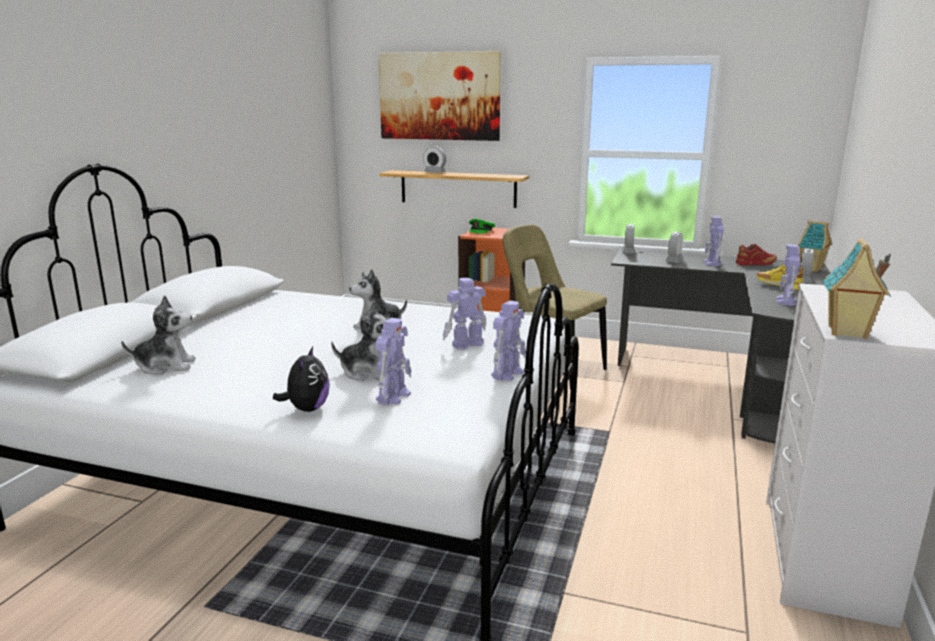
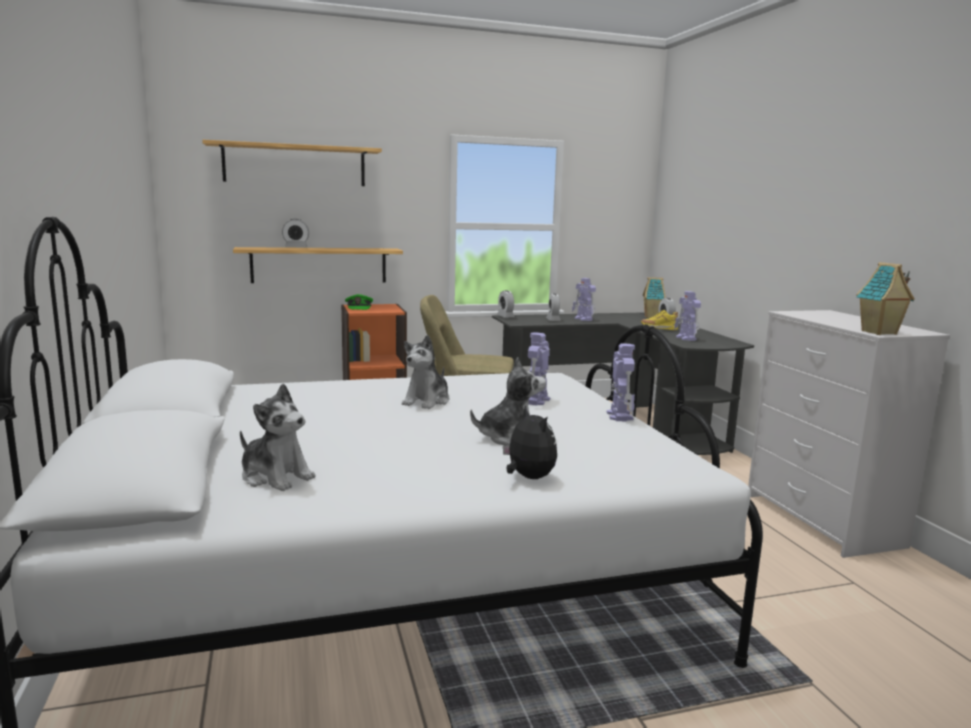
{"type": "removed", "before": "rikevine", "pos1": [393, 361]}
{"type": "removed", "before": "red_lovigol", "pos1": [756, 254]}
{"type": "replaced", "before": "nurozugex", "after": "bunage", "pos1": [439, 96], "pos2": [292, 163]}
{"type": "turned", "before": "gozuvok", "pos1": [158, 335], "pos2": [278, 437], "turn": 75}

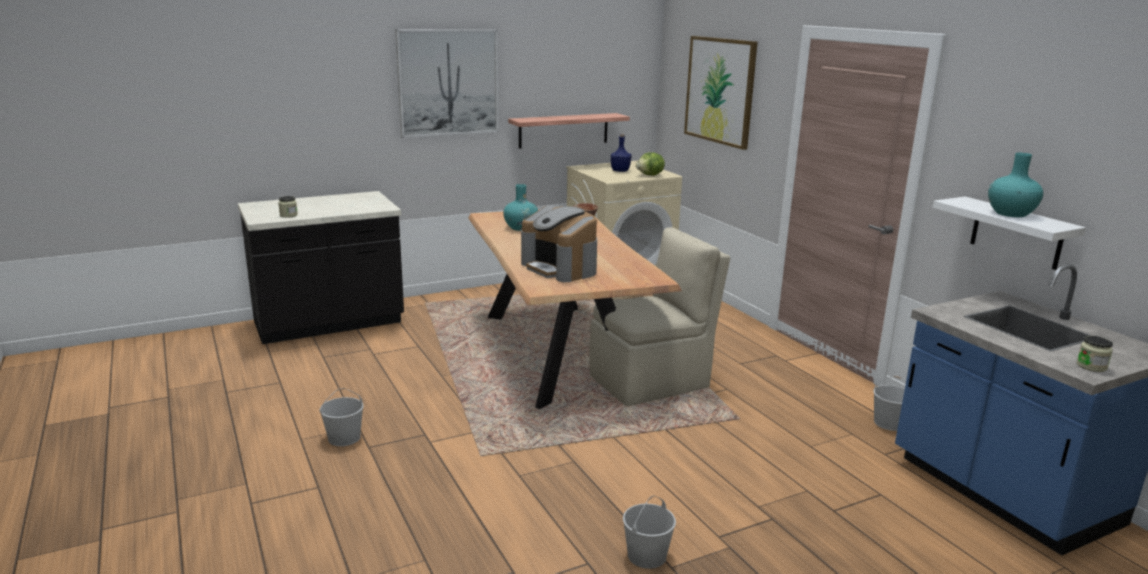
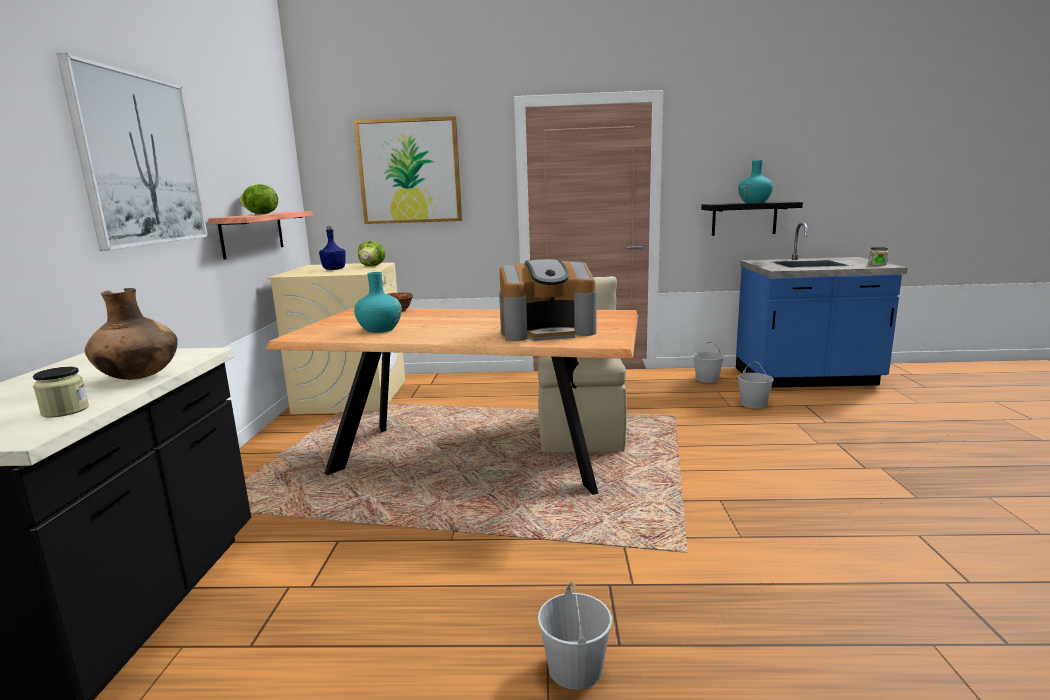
{"type": "added", "after": "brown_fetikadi", "pos2": [131, 334]}
{"type": "added", "after": "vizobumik", "pos2": [258, 199]}
{"type": "moved", "before": "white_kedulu", "pos1": [649, 532], "pos2": [756, 385]}
{"type": "recoloured", "before": "white_bunage", "after": "black_bunage", "pos1": [1009, 233], "pos2": [752, 218]}

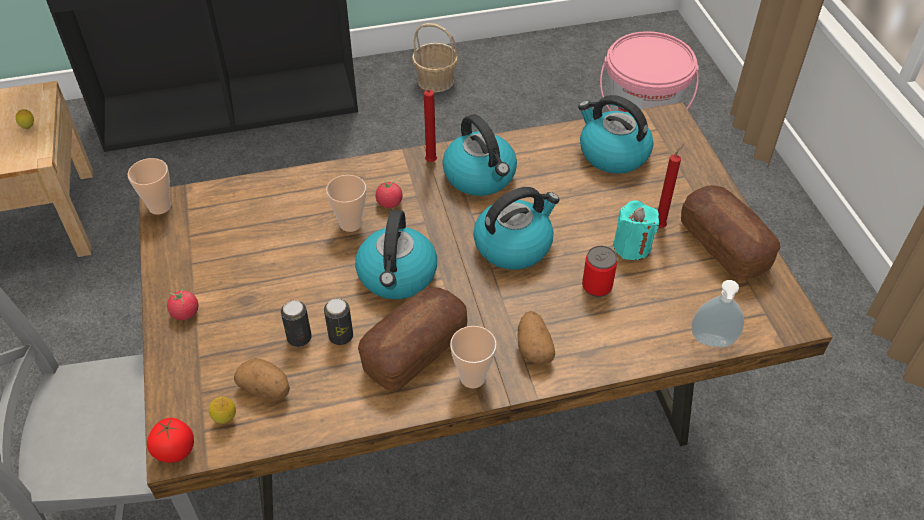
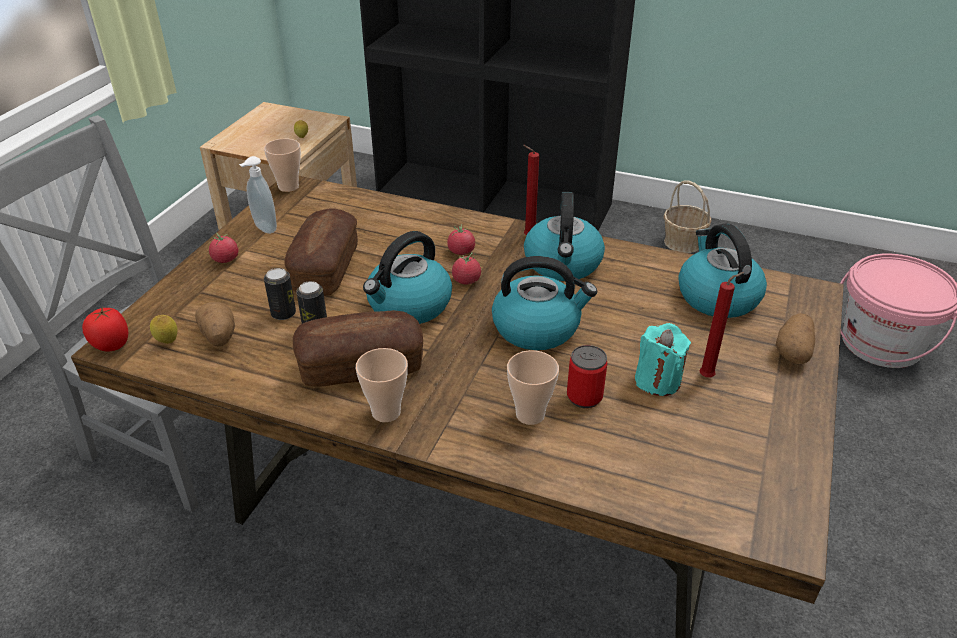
{"type": "added", "after": "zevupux", "pos2": [466, 269]}
{"type": "moved", "before": "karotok", "pos1": [346, 203], "pos2": [533, 387]}
{"type": "moved", "before": "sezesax", "pos1": [536, 338], "pos2": [795, 338]}
{"type": "moved", "before": "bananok", "pos1": [731, 232], "pos2": [321, 251]}
{"type": "moved", "before": "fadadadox", "pos1": [717, 313], "pos2": [258, 195]}

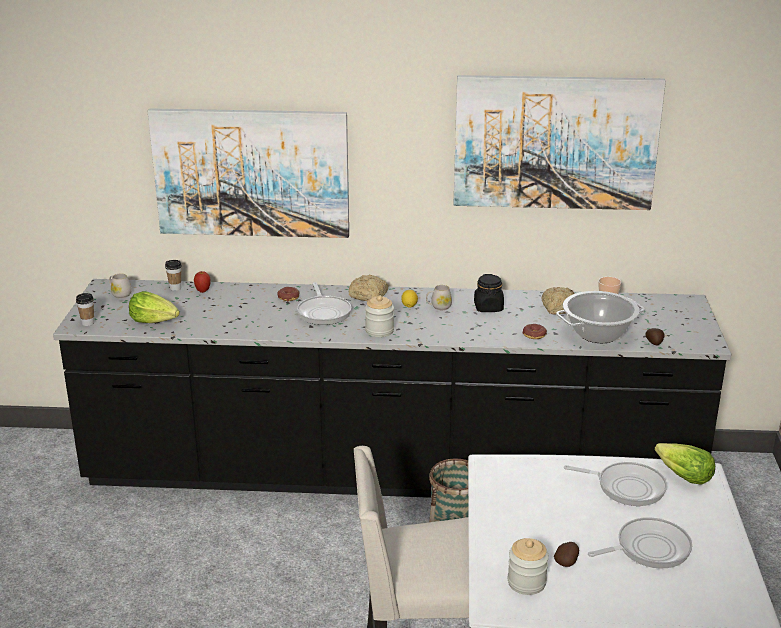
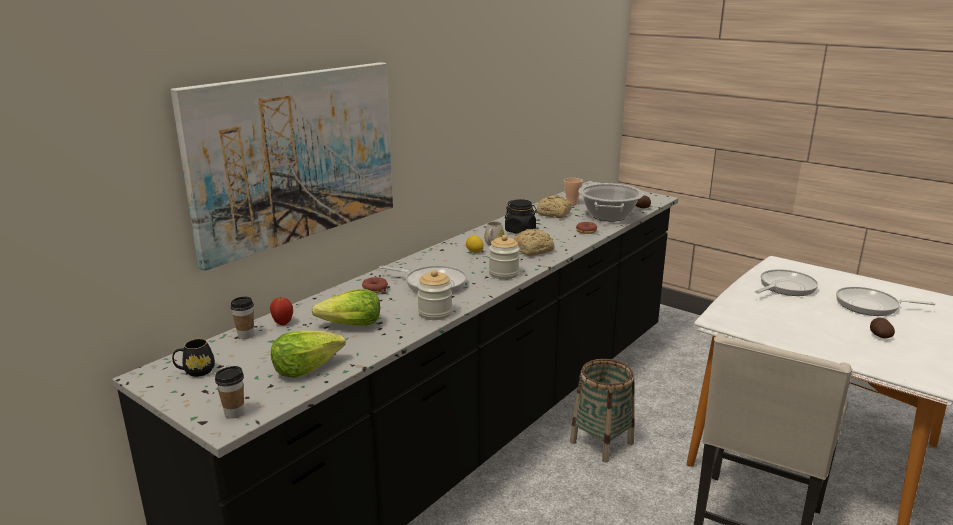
{"type": "removed", "before": "nurozugex", "pos1": [559, 142]}
{"type": "moved", "before": "bananok", "pos1": [368, 288], "pos2": [534, 242]}
{"type": "moved", "before": "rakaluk", "pos1": [528, 566], "pos2": [434, 295]}
{"type": "moved", "before": "vizobumik", "pos1": [685, 464], "pos2": [346, 307]}
{"type": "recoloured", "before": "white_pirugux", "after": "black_pirugux", "pos1": [120, 286], "pos2": [193, 358]}
{"type": "turned", "before": "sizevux", "pos1": [640, 543], "pos2": [885, 301], "turn": -90}

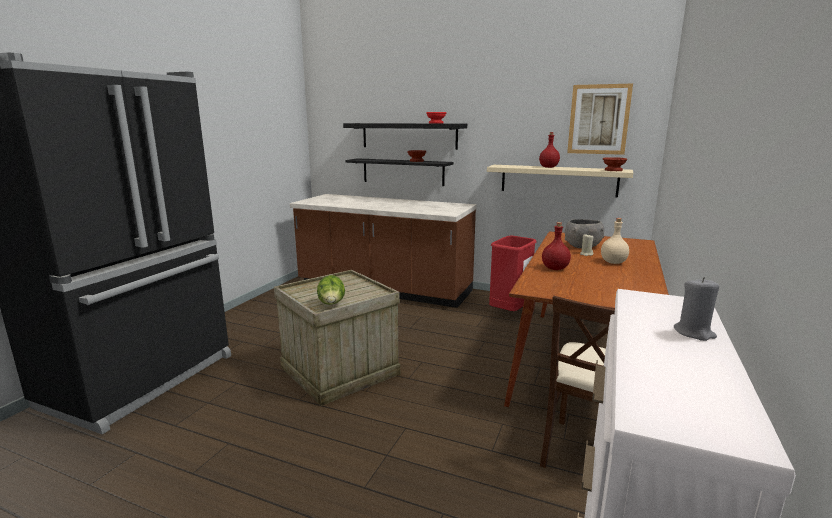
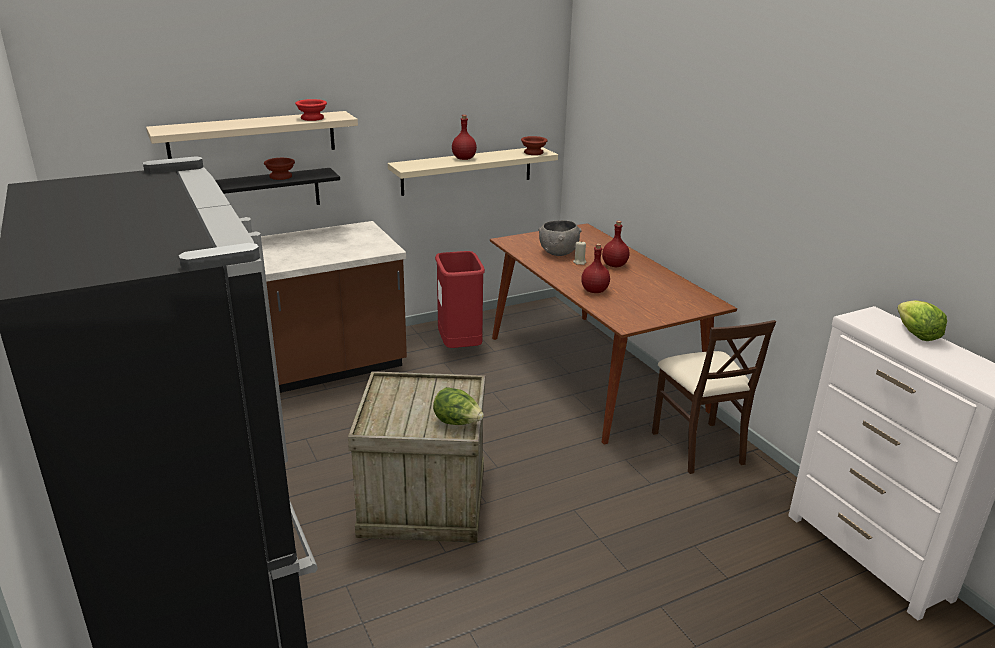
{"type": "removed", "before": "nurozugex", "pos1": [600, 119]}
{"type": "replaced", "before": "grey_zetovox", "after": "vizobumik", "pos1": [696, 309], "pos2": [922, 320]}
{"type": "recoloured", "before": "black_bunage", "after": "beige_bunage", "pos1": [405, 136], "pos2": [252, 135]}
{"type": "recoloured", "before": "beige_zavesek", "after": "red_zavesek", "pos1": [615, 241], "pos2": [616, 244]}

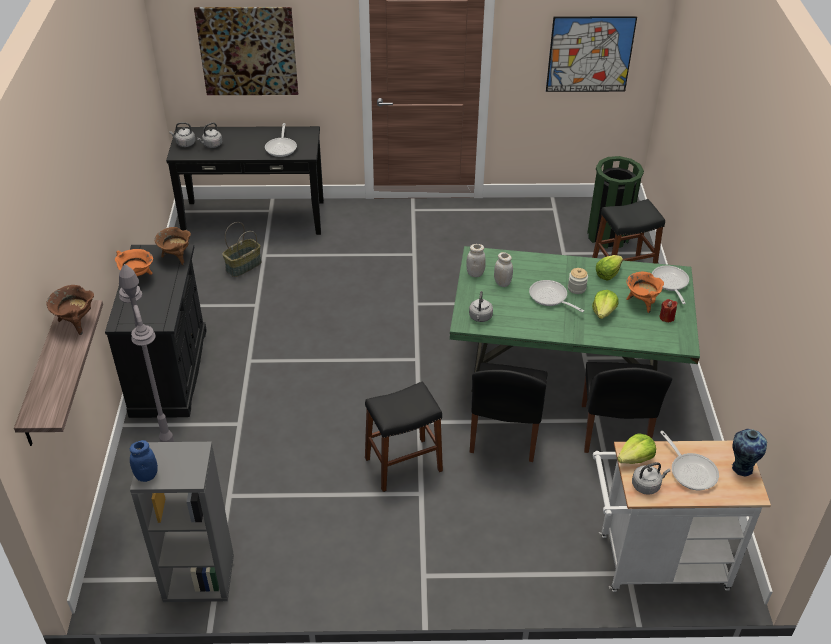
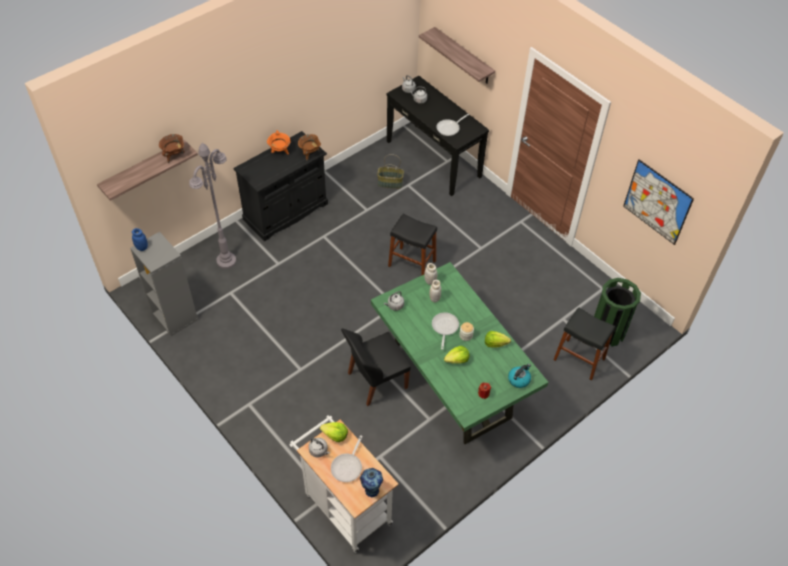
{"type": "removed", "before": "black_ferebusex", "pos1": [627, 407]}
{"type": "removed", "before": "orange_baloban", "pos1": [645, 292]}
{"type": "moved", "before": "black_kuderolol", "pos1": [404, 436], "pos2": [412, 244]}
{"type": "replaced", "before": "nurozugex", "after": "bunage", "pos1": [246, 51], "pos2": [457, 55]}
{"type": "replaced", "before": "sizevux", "after": "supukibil", "pos1": [670, 285], "pos2": [519, 376]}

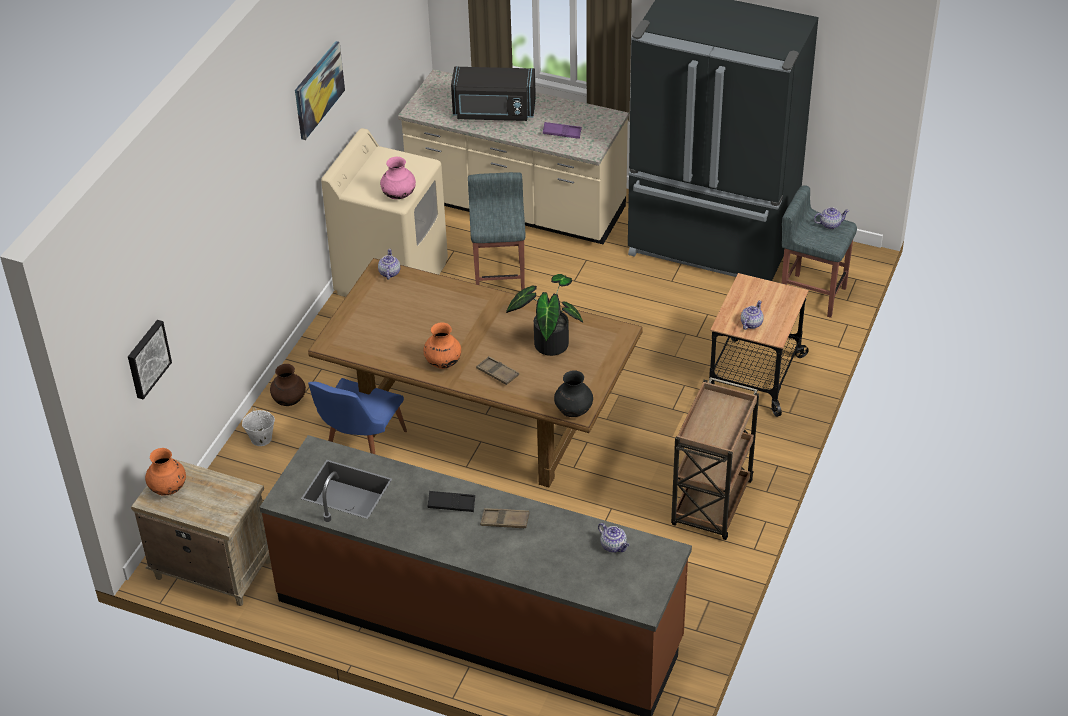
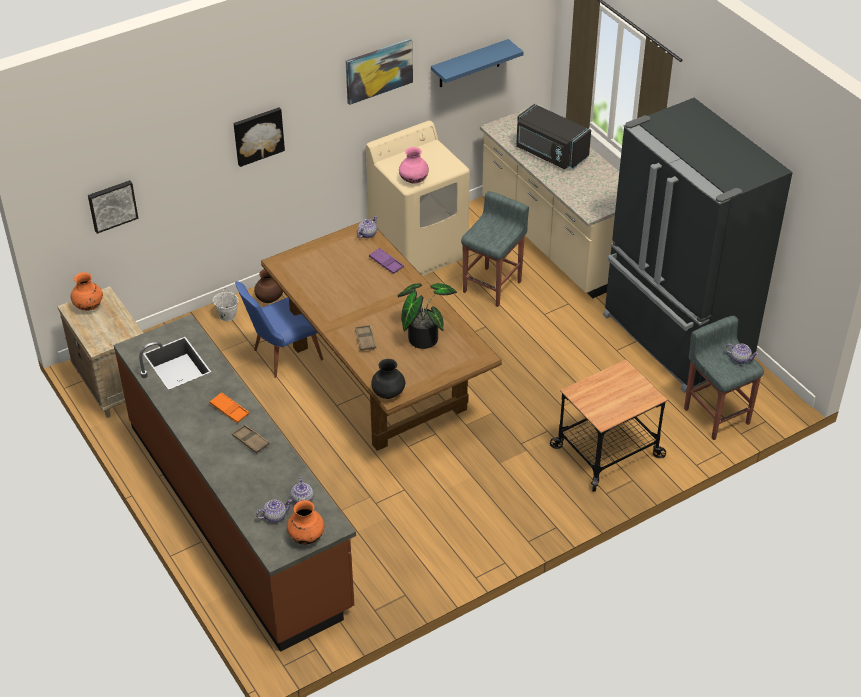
{"type": "removed", "before": "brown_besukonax", "pos1": [715, 458]}
{"type": "added", "after": "nurozugex", "pos2": [259, 137]}
{"type": "added", "after": "blue_bunage", "pos2": [477, 63]}
{"type": "moved", "before": "orange_fetikadi", "pos1": [442, 346], "pos2": [306, 522]}
{"type": "moved", "before": "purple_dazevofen", "pos1": [562, 130], "pos2": [386, 261]}
{"type": "moved", "before": "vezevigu", "pos1": [752, 315], "pos2": [274, 511]}
{"type": "recoloured", "before": "black_dazevofen", "after": "orange_dazevofen", "pos1": [451, 501], "pos2": [229, 407]}

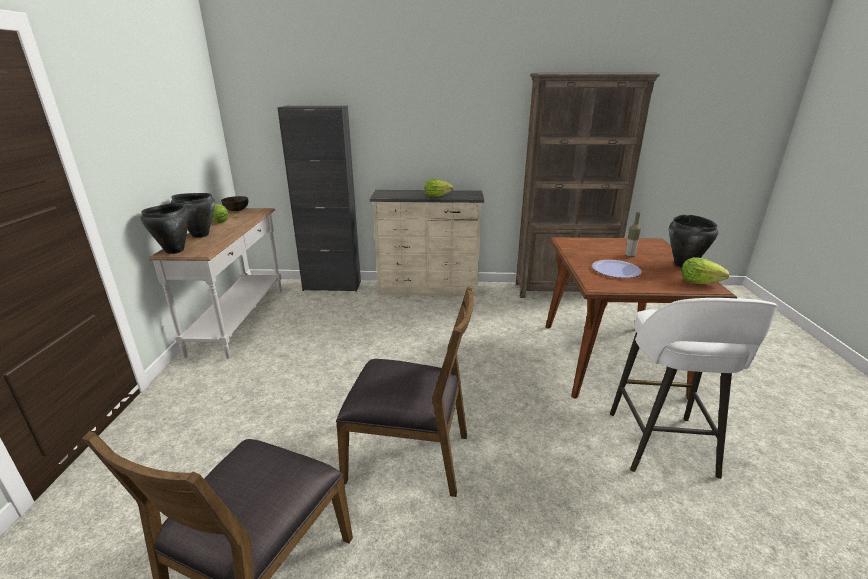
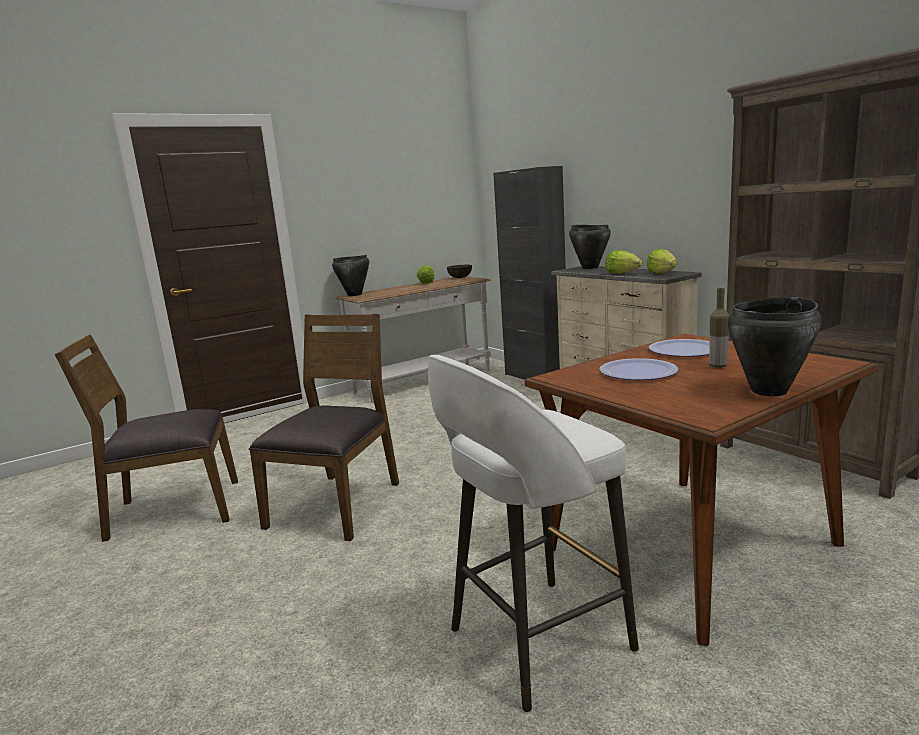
{"type": "added", "after": "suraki", "pos2": [679, 348]}
{"type": "moved", "before": "black_baloban", "pos1": [193, 215], "pos2": [590, 247]}
{"type": "moved", "before": "vizobumik", "pos1": [705, 270], "pos2": [662, 261]}
{"type": "turned", "before": "brown_ferebusex", "pos1": [405, 392], "pos2": [324, 427], "turn": -135}

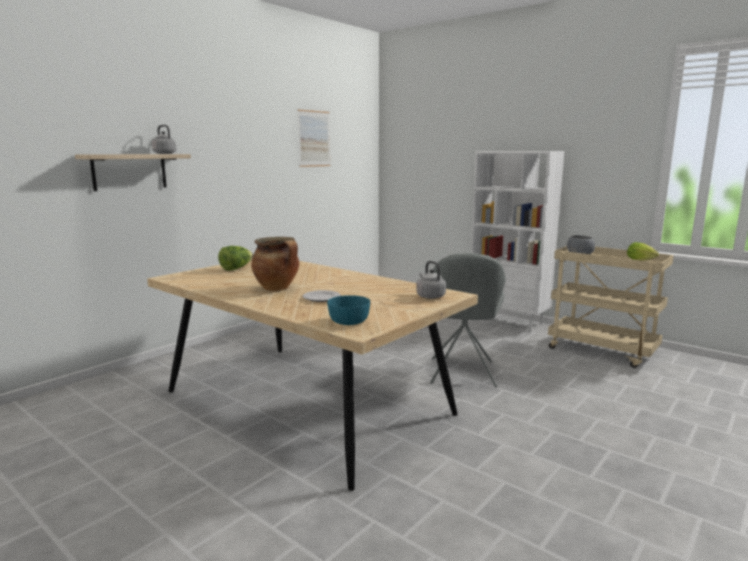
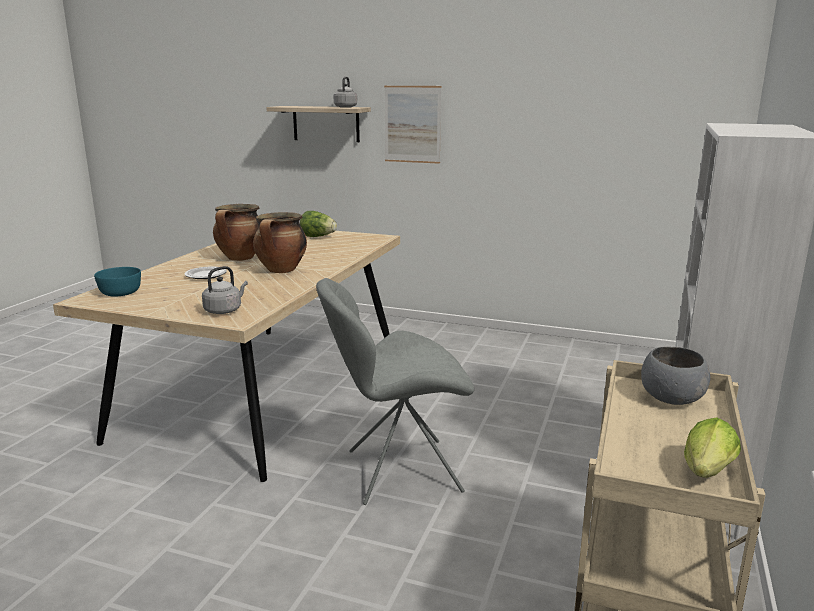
{"type": "added", "after": "baloban", "pos2": [280, 242]}
{"type": "moved", "before": "nurozugex", "pos1": [314, 138], "pos2": [412, 125]}

